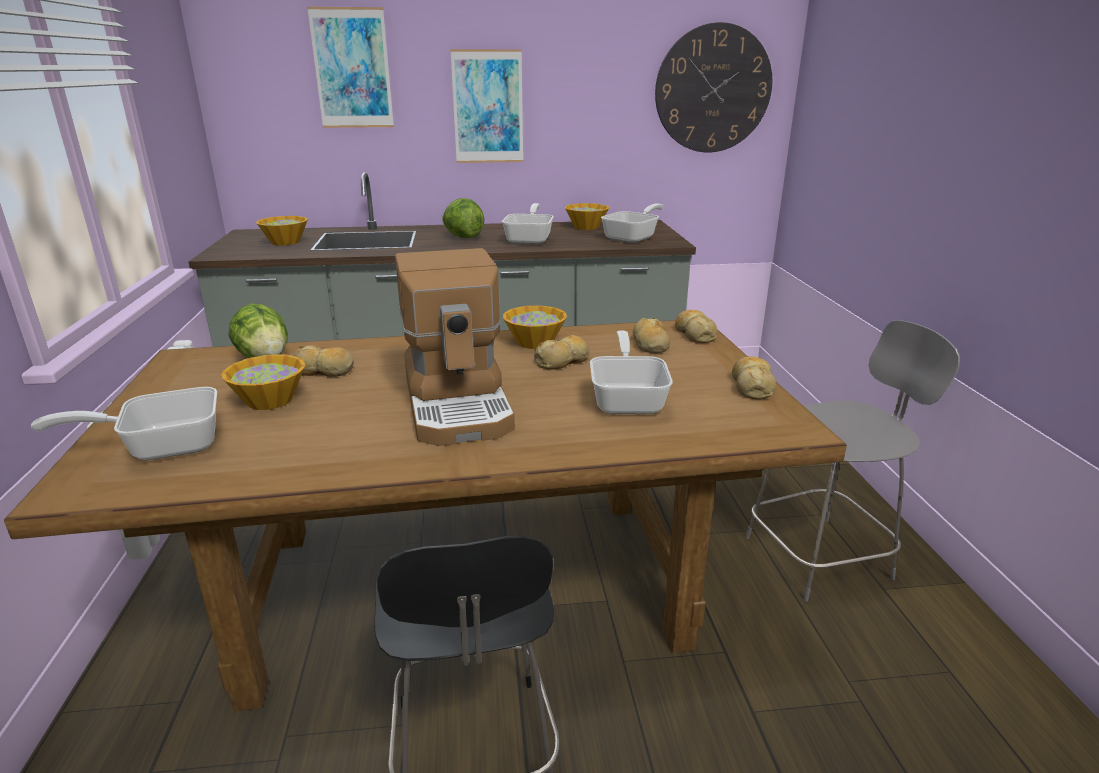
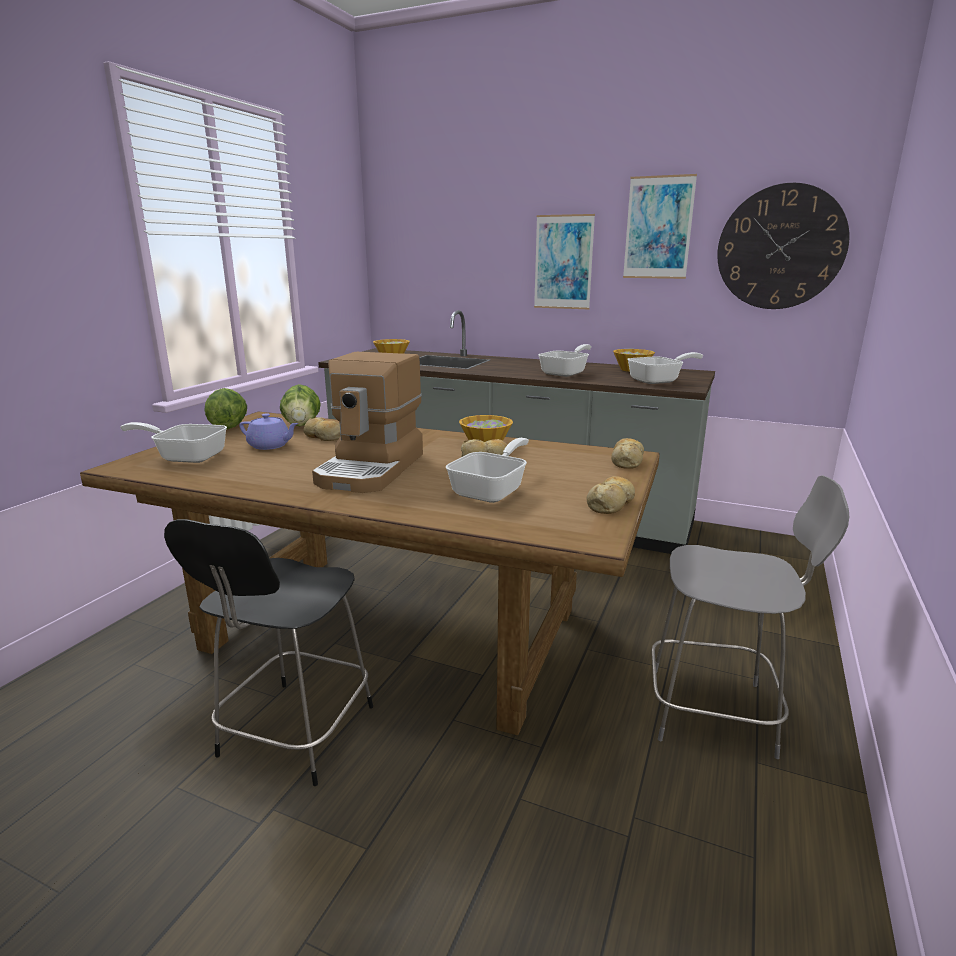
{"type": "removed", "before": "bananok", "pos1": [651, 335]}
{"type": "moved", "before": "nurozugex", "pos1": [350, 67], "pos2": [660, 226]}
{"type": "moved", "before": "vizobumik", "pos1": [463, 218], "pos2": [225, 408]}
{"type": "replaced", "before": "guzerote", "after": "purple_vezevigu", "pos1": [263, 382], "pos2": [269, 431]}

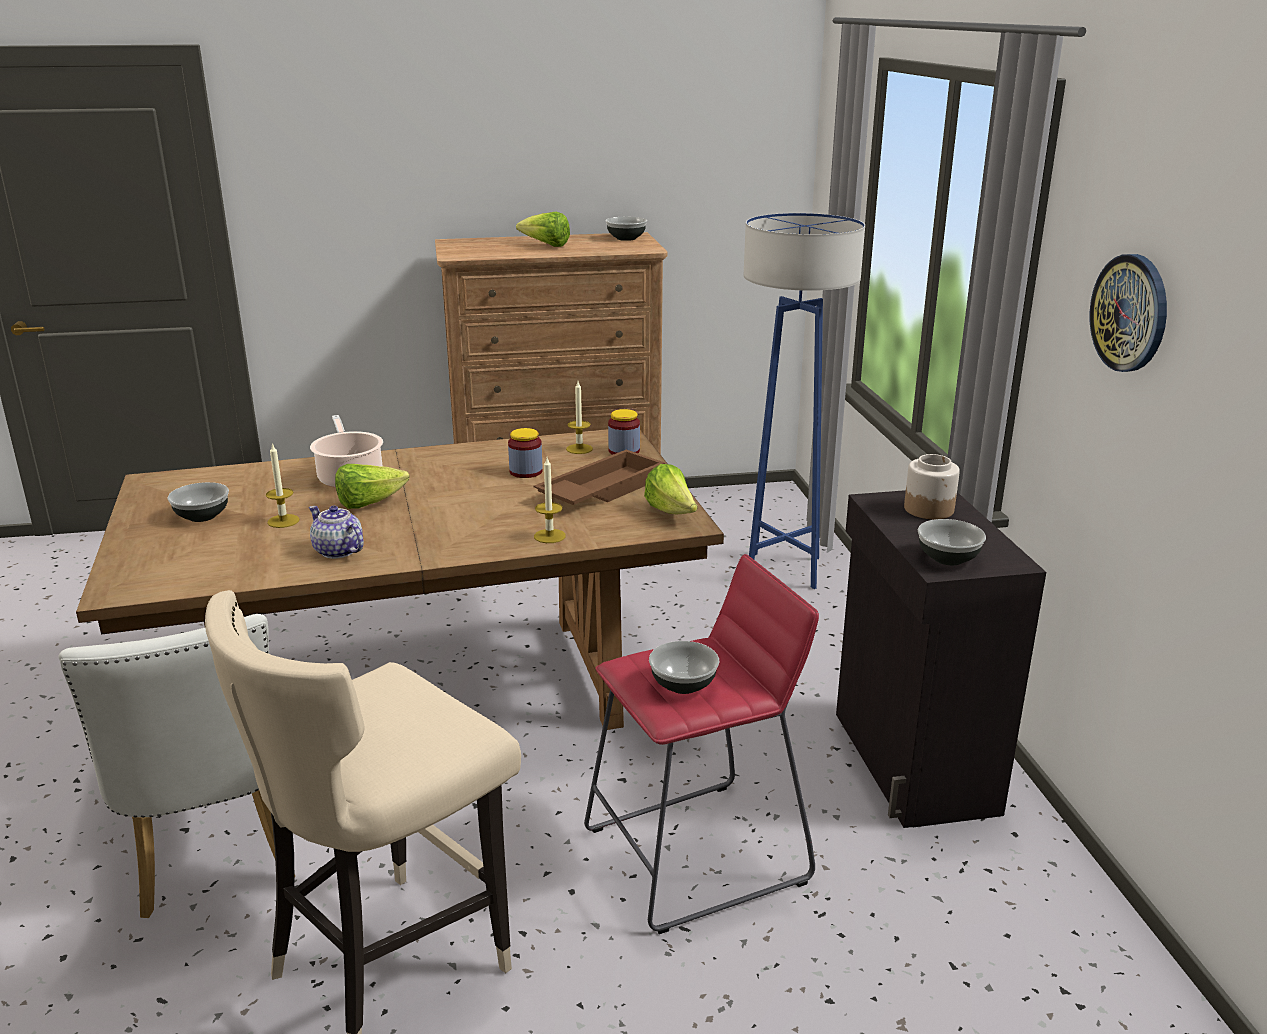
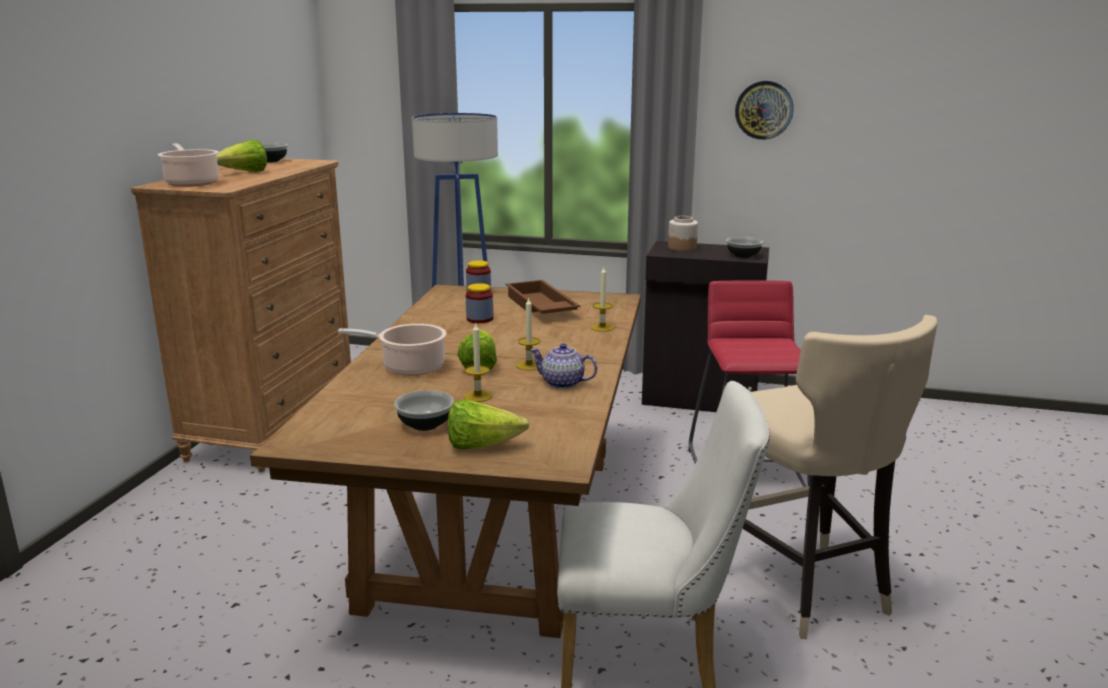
{"type": "removed", "before": "guzerote", "pos1": [684, 667]}
{"type": "added", "after": "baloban", "pos2": [188, 165]}
{"type": "moved", "before": "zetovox", "pos1": [579, 417], "pos2": [528, 334]}
{"type": "moved", "before": "vizobumik", "pos1": [670, 489], "pos2": [489, 424]}
{"type": "turned", "before": "vezevigu", "pos1": [336, 532], "pos2": [563, 366], "turn": 45}

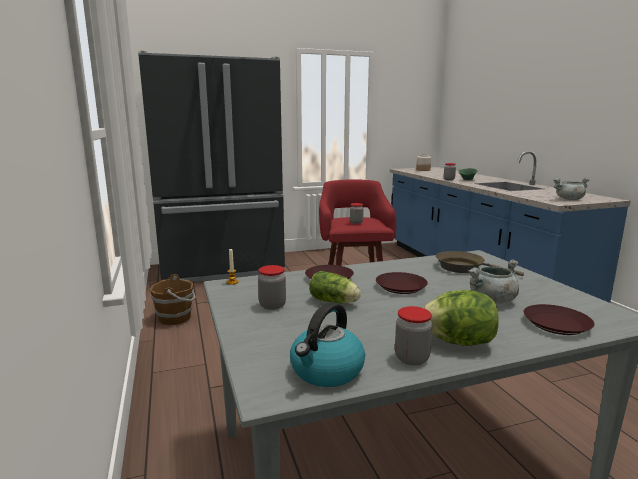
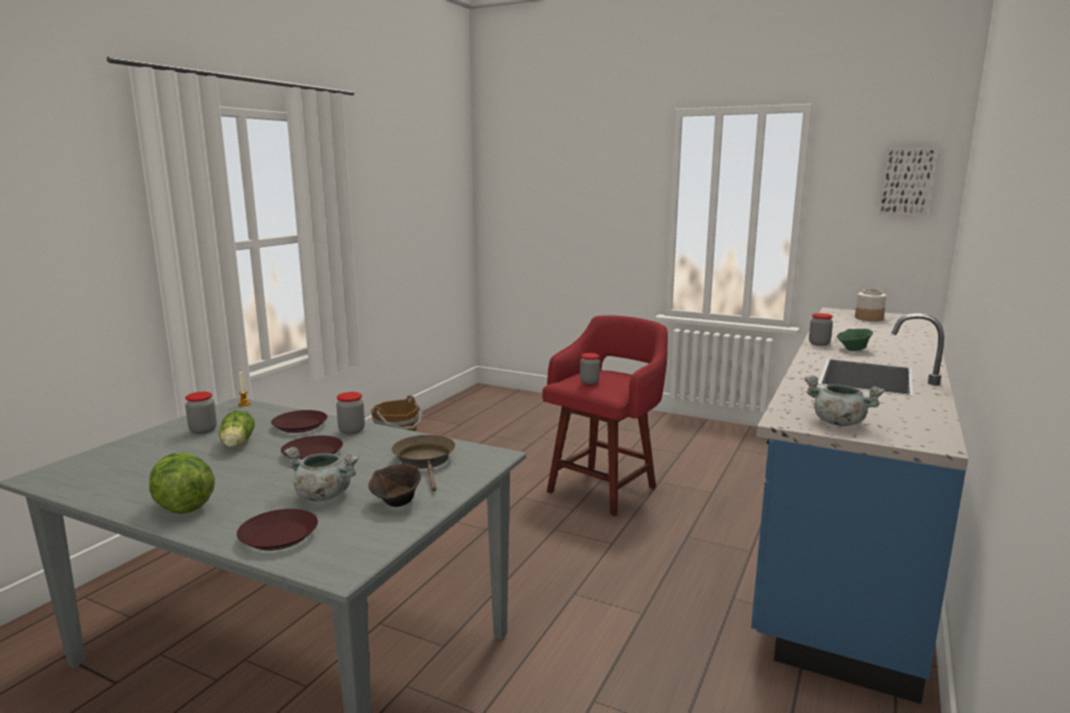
{"type": "removed", "before": "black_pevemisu", "pos1": [211, 166]}
{"type": "removed", "before": "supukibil", "pos1": [327, 344]}
{"type": "added", "after": "brown_guzerote", "pos2": [395, 485]}
{"type": "added", "after": "nurozugex", "pos2": [907, 182]}
{"type": "moved", "before": "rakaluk", "pos1": [413, 336], "pos2": [350, 413]}

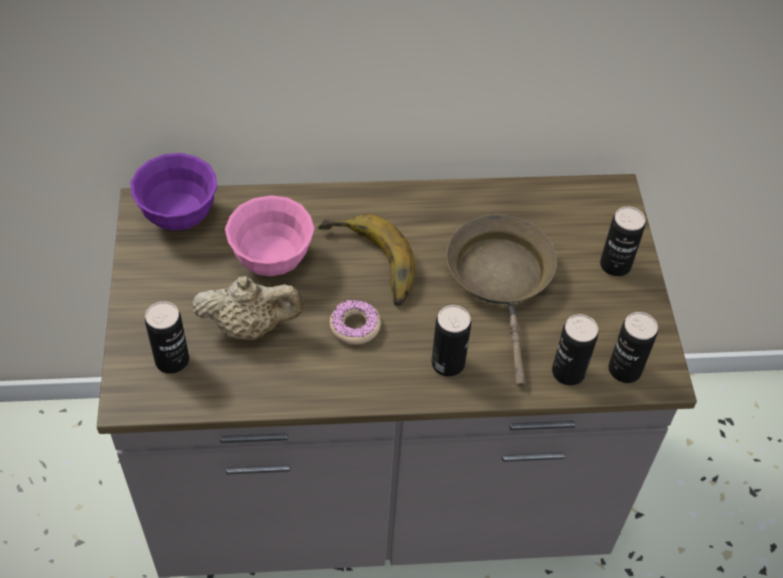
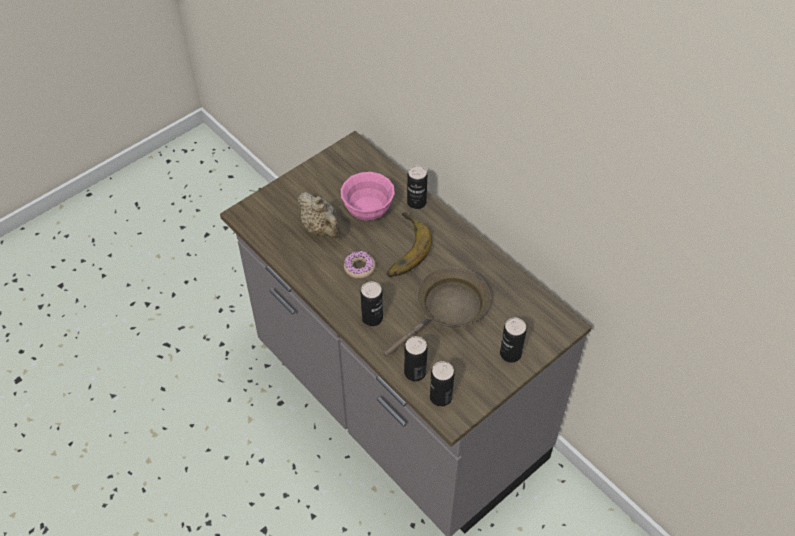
{"type": "removed", "before": "purple_guzerote", "pos1": [174, 192]}
{"type": "moved", "before": "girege", "pos1": [167, 337], "pos2": [417, 187]}

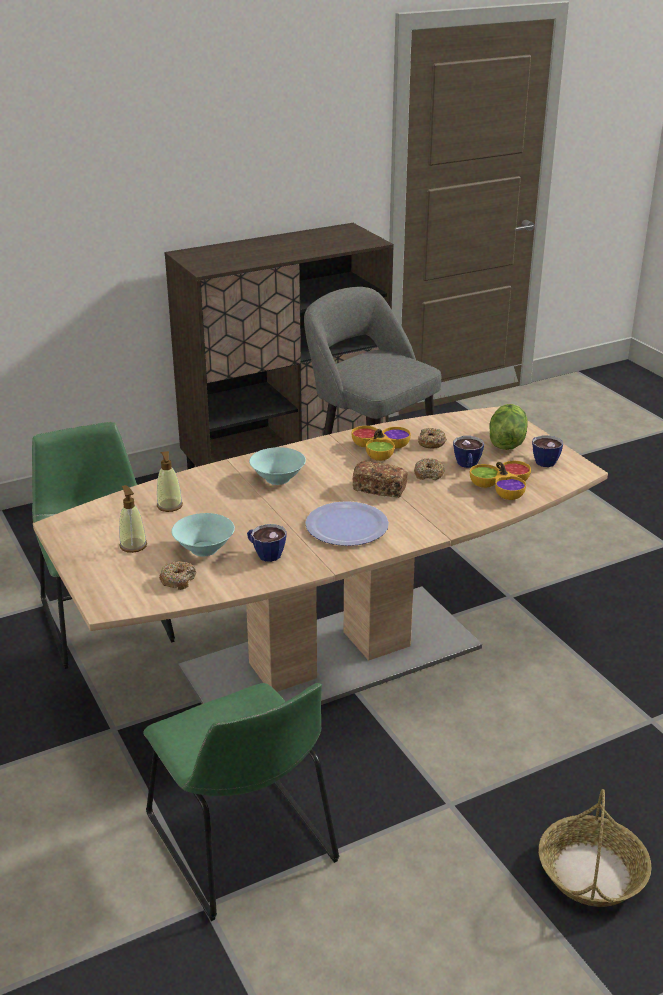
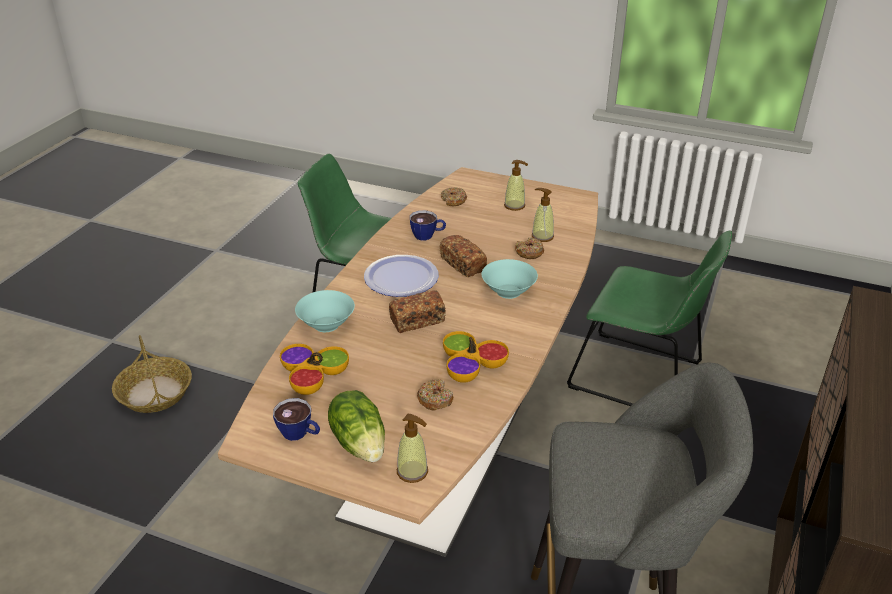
{"type": "removed", "before": "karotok", "pos1": [468, 452]}
{"type": "added", "after": "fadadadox", "pos2": [412, 448]}
{"type": "added", "after": "bananok", "pos2": [463, 256]}
{"type": "moved", "before": "turquoise_guzerote", "pos1": [203, 534], "pos2": [325, 311]}
{"type": "moved", "before": "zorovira", "pos1": [429, 469], "pos2": [529, 248]}

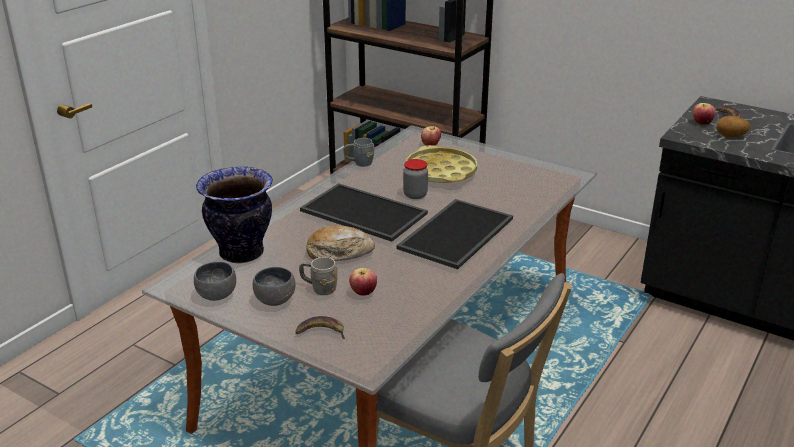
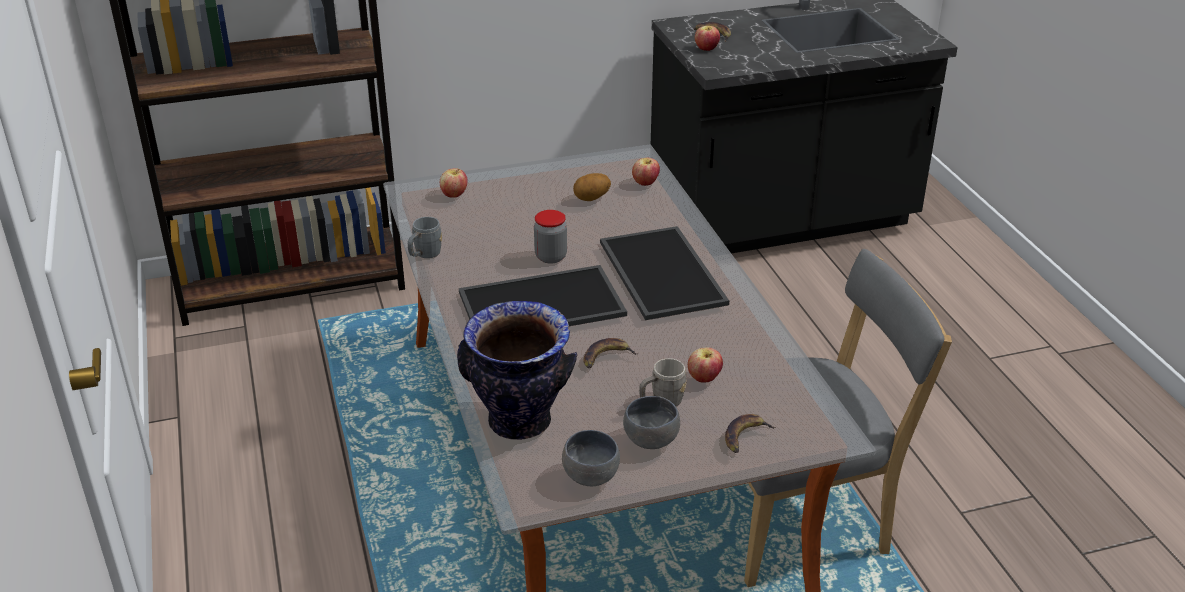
{"type": "removed", "before": "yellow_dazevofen", "pos1": [441, 164]}
{"type": "added", "after": "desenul", "pos2": [646, 172]}
{"type": "moved", "before": "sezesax", "pos1": [733, 126], "pos2": [592, 187]}
{"type": "replaced", "before": "bananok", "after": "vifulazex", "pos1": [340, 243], "pos2": [610, 353]}

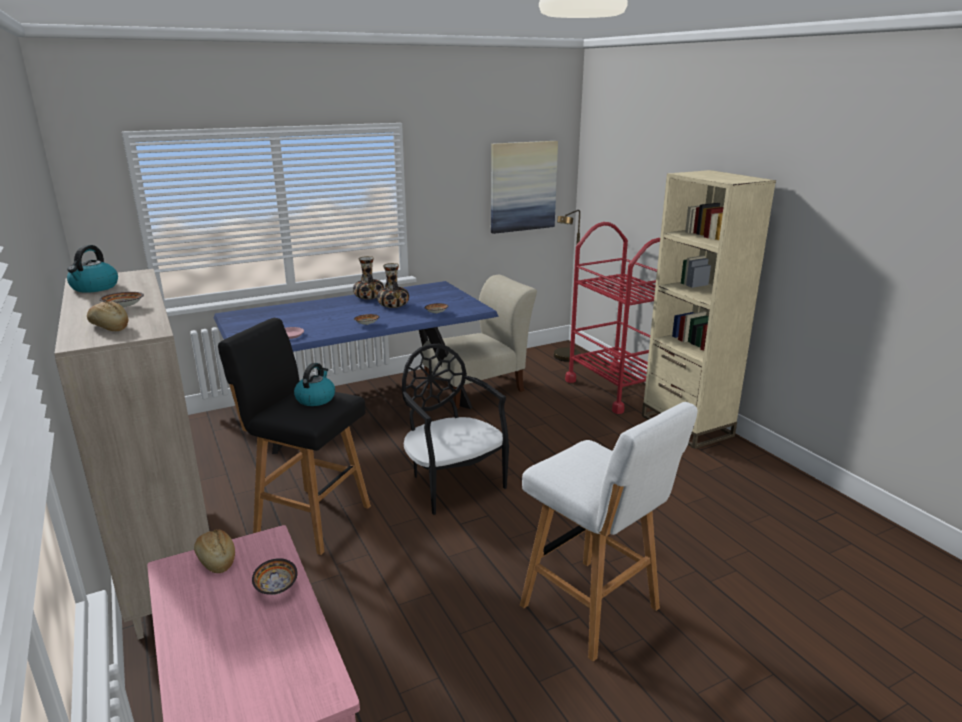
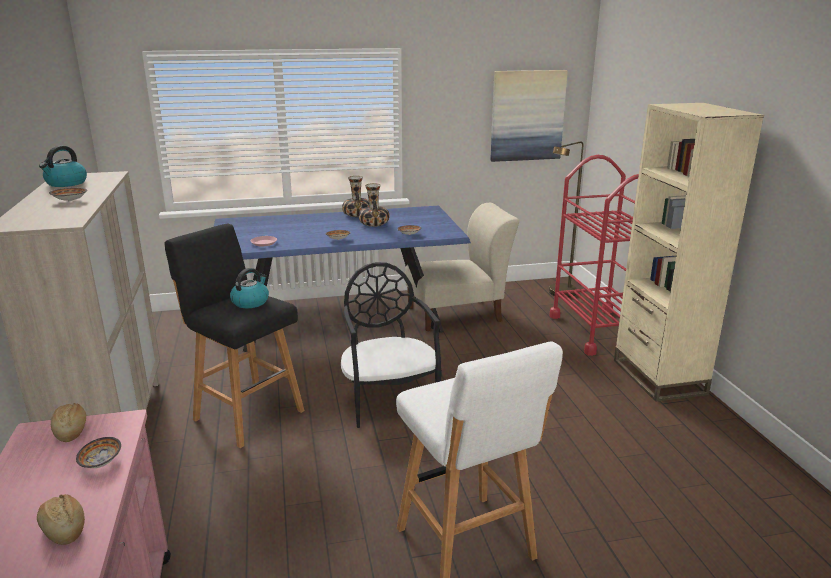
{"type": "moved", "before": "bananok", "pos1": [107, 316], "pos2": [61, 519]}

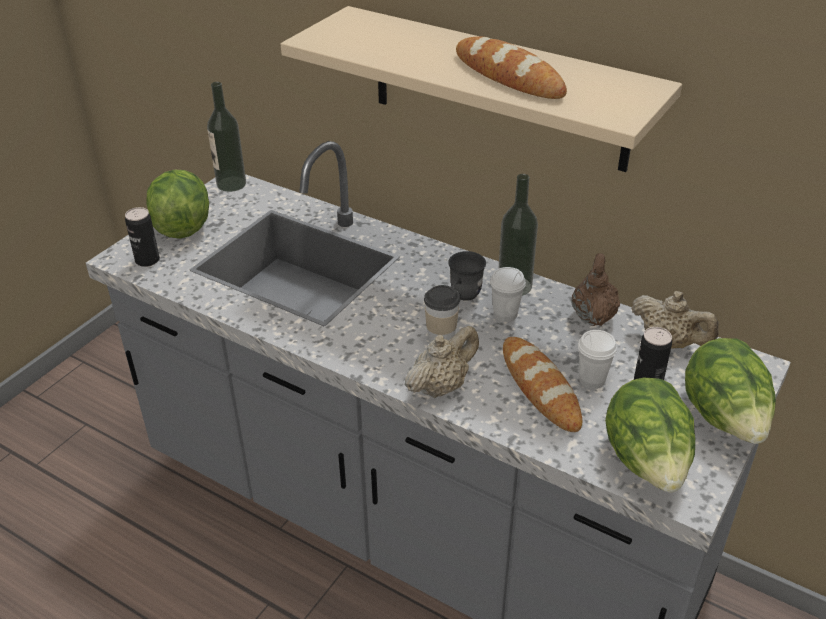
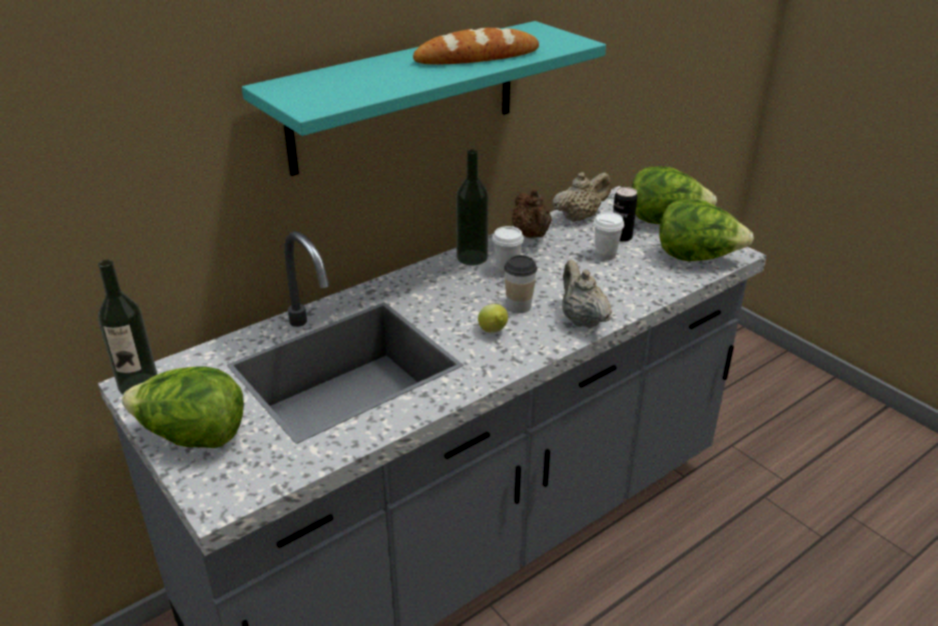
{"type": "removed", "before": "girege", "pos1": [142, 237]}
{"type": "removed", "before": "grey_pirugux", "pos1": [467, 276]}
{"type": "removed", "before": "bananok", "pos1": [542, 384]}
{"type": "added", "after": "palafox", "pos2": [493, 318]}
{"type": "recoloured", "before": "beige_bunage", "after": "turquoise_bunage", "pos1": [481, 89], "pos2": [424, 98]}
{"type": "turned", "before": "brown_vezevigu", "pos1": [595, 289], "pos2": [532, 213], "turn": -135}

